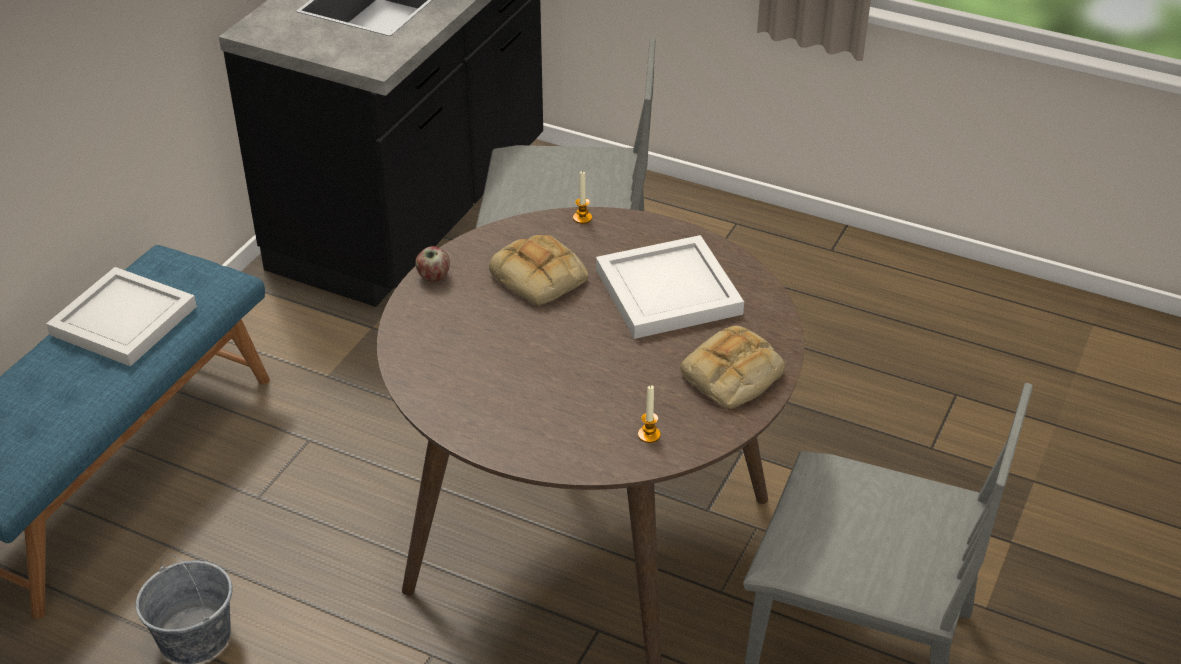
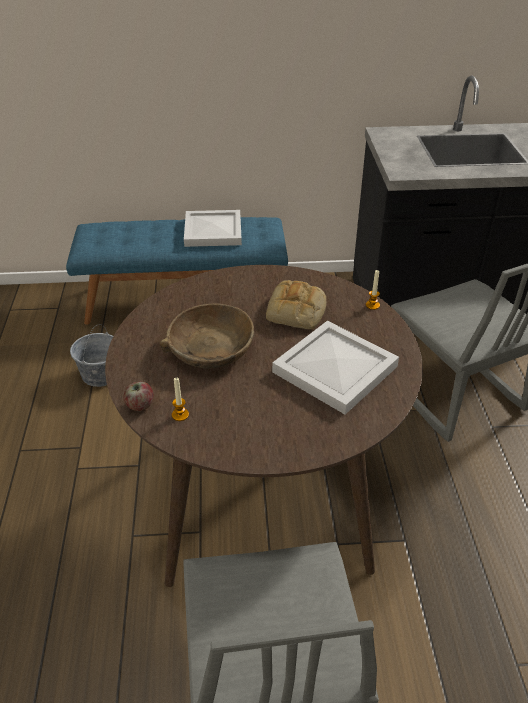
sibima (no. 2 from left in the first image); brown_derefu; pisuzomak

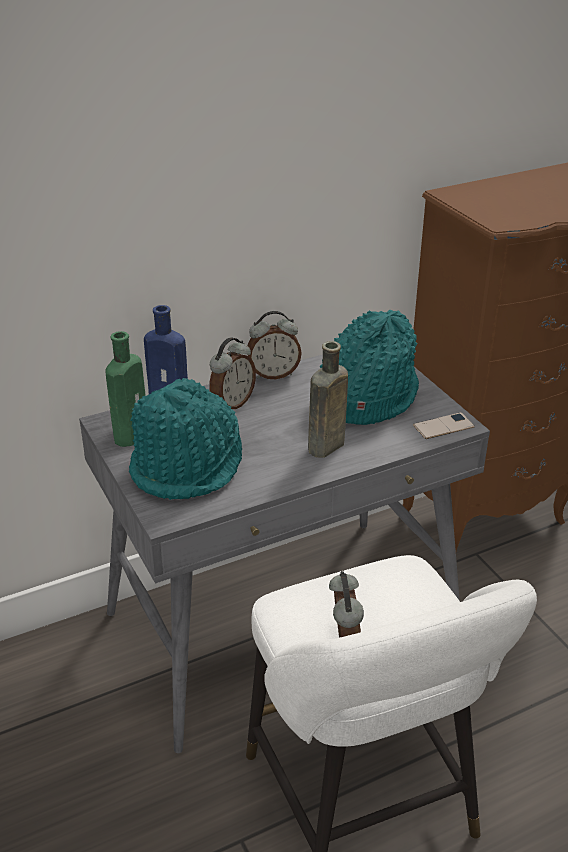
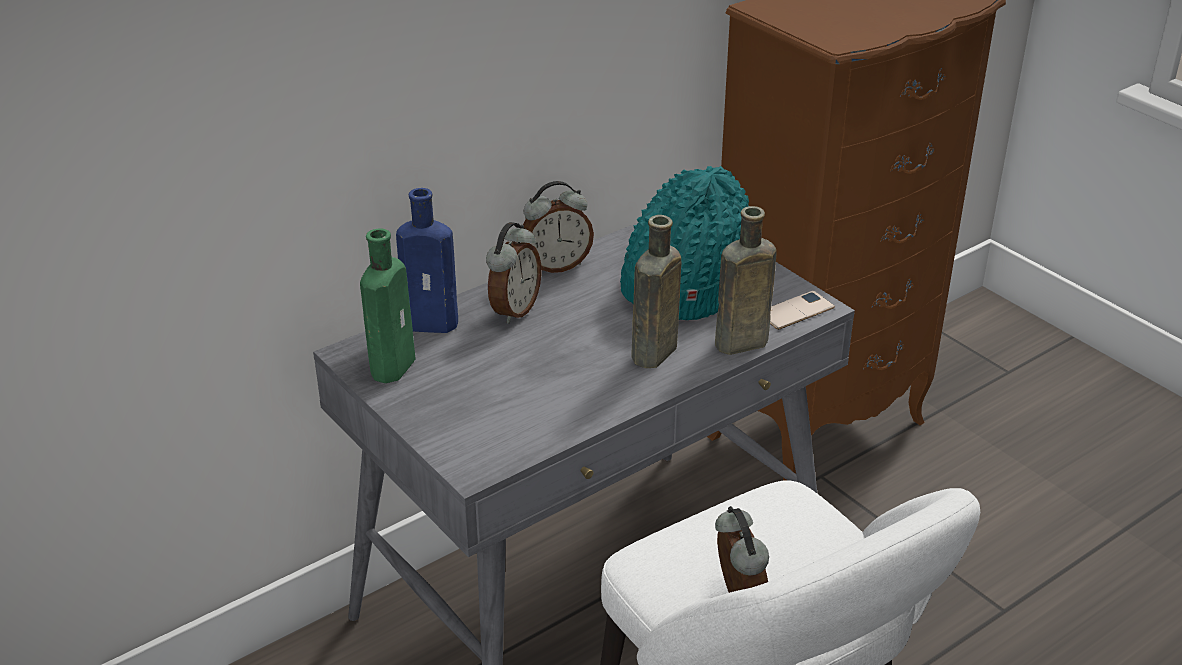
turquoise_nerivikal (no. 1 from left in the first image); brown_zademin (no. 2 from left)

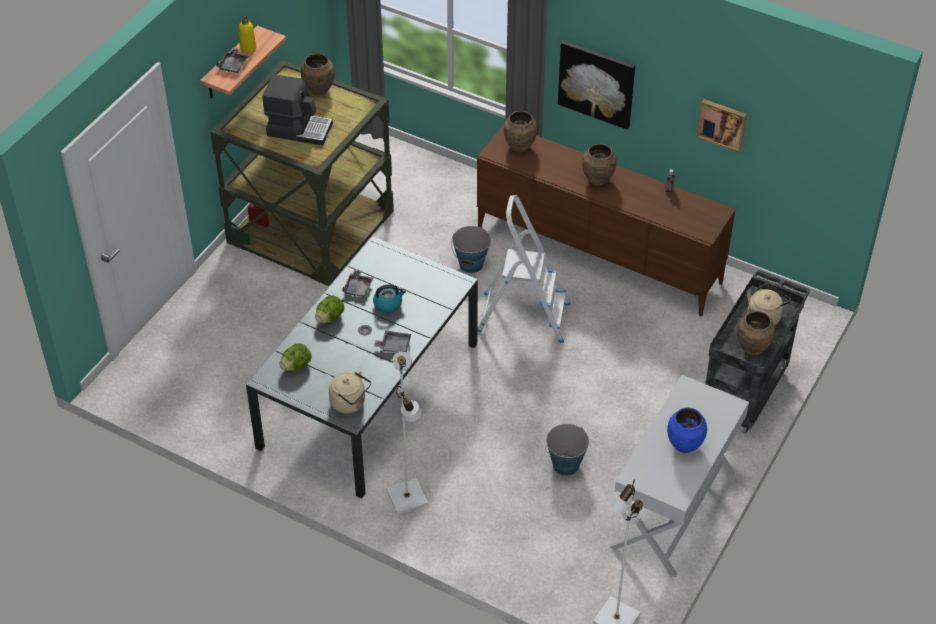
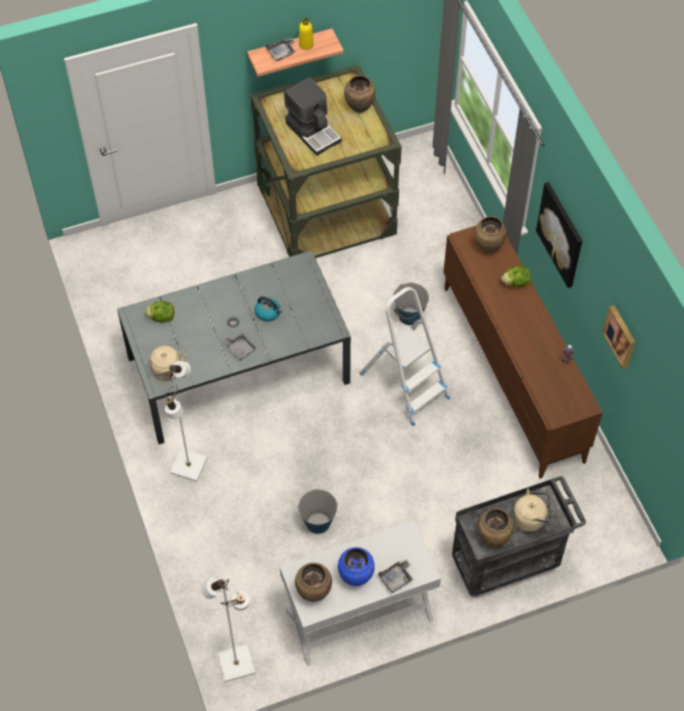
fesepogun (no. 2 from left); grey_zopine (no. 3 from left); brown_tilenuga (no. 1 from left)

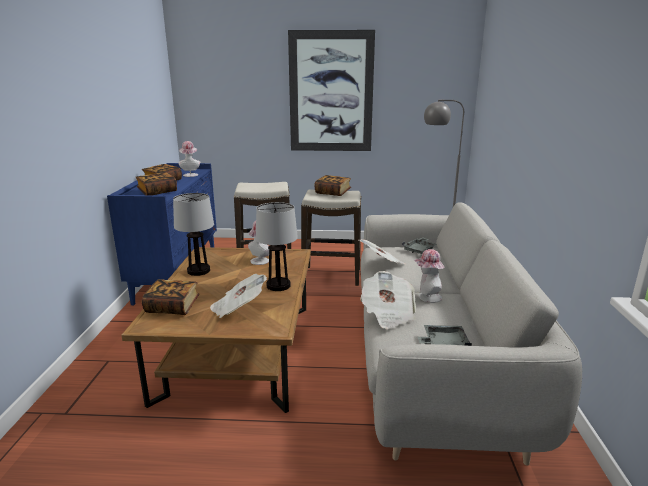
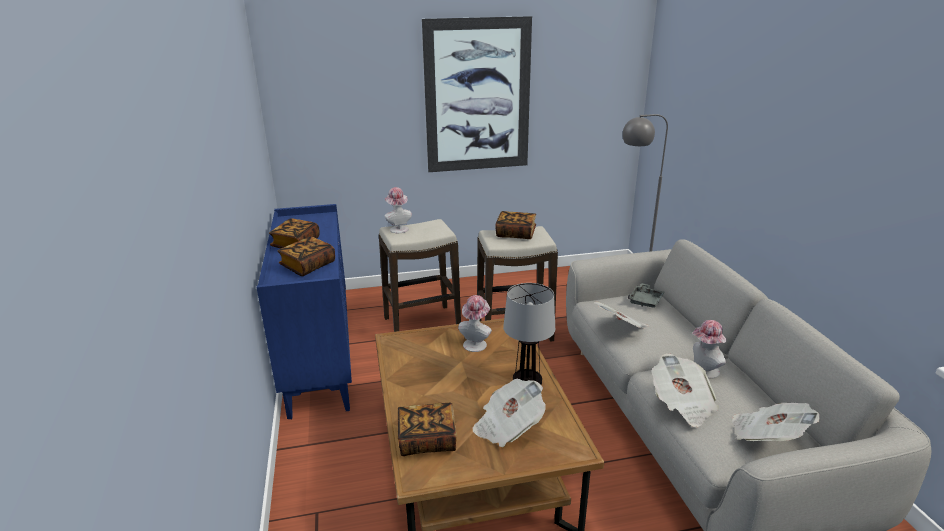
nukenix (no. 1 from left in the first image); nerivikal (no. 1 from left); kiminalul (no. 4 from left)

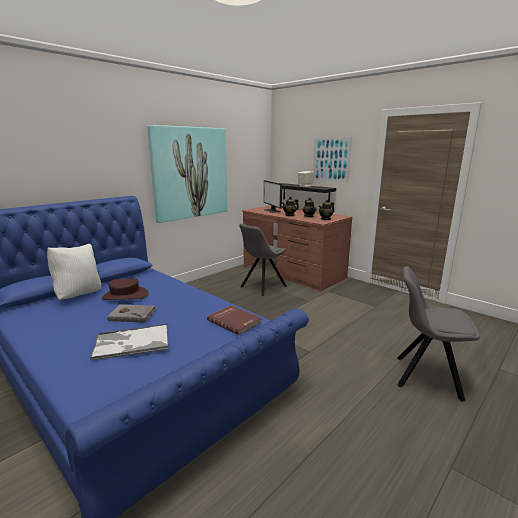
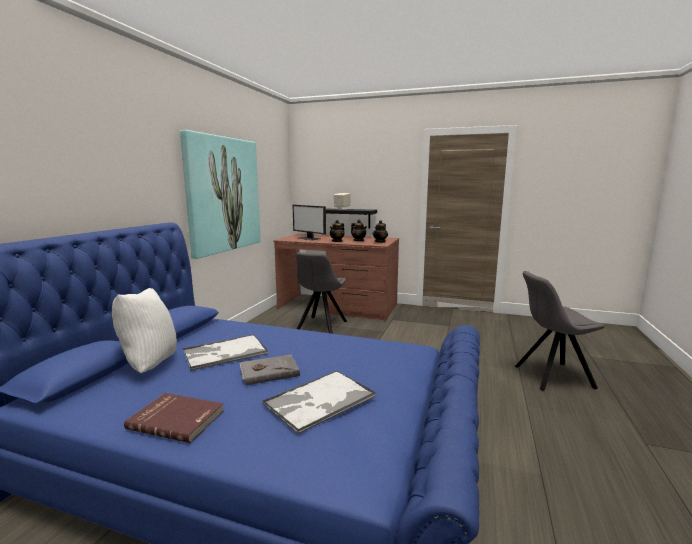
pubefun (no. 2 from left in the first image); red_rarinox; zopine (no. 1 from left)

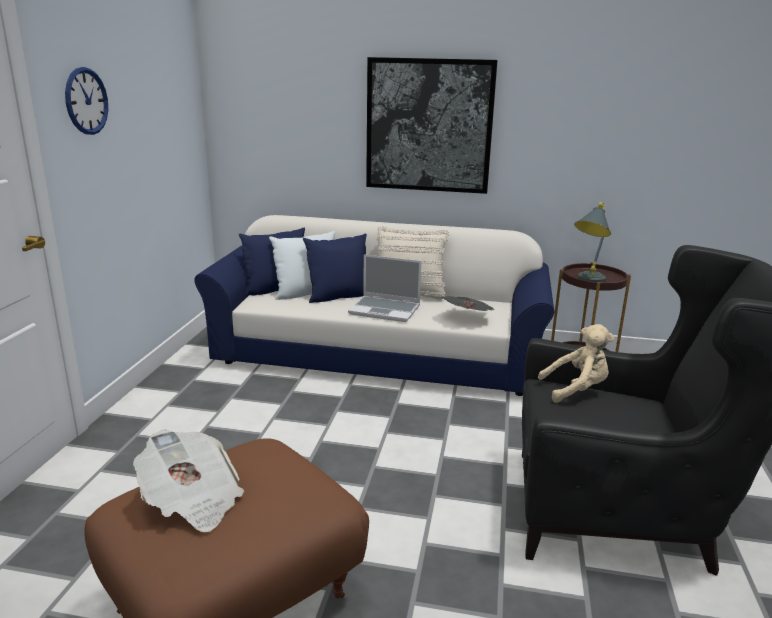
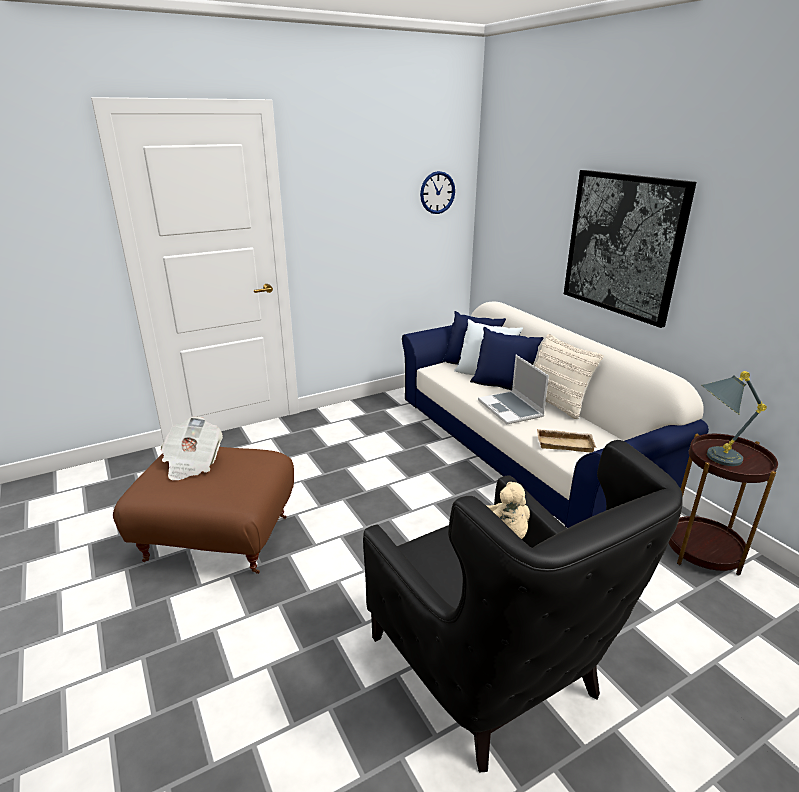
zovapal; beige_zopine

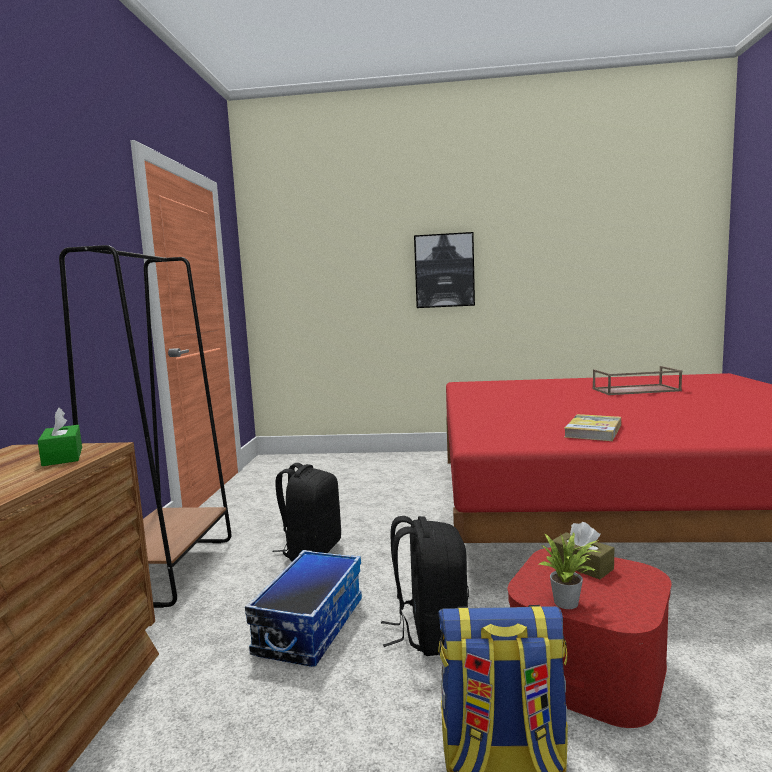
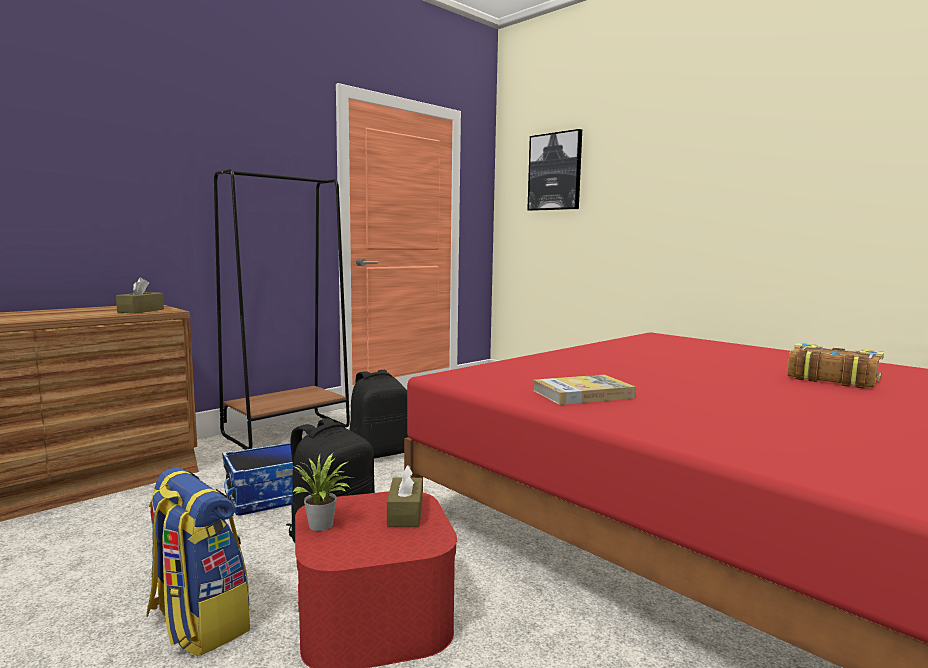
pubefun; rarinox (no. 2 from left); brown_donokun (no. 1 from left)

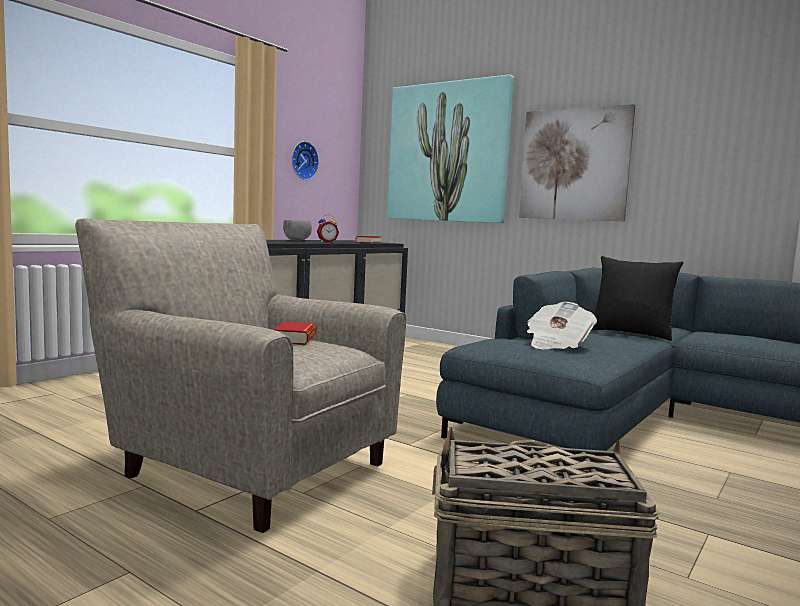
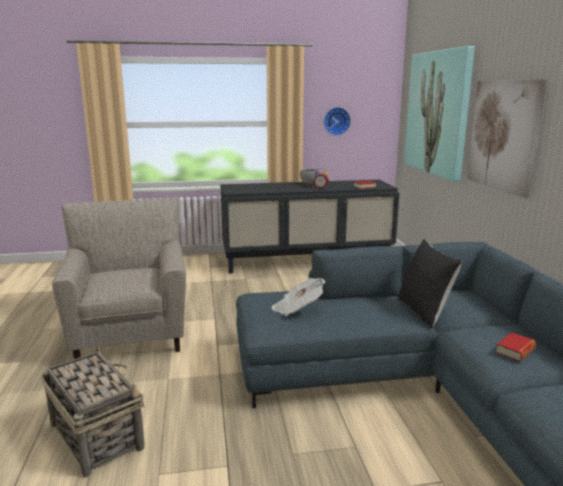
rarinox (no. 2 from left)

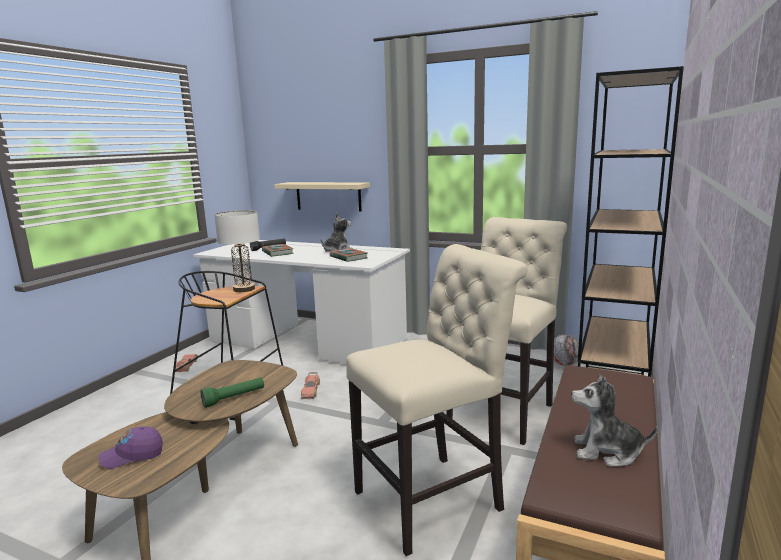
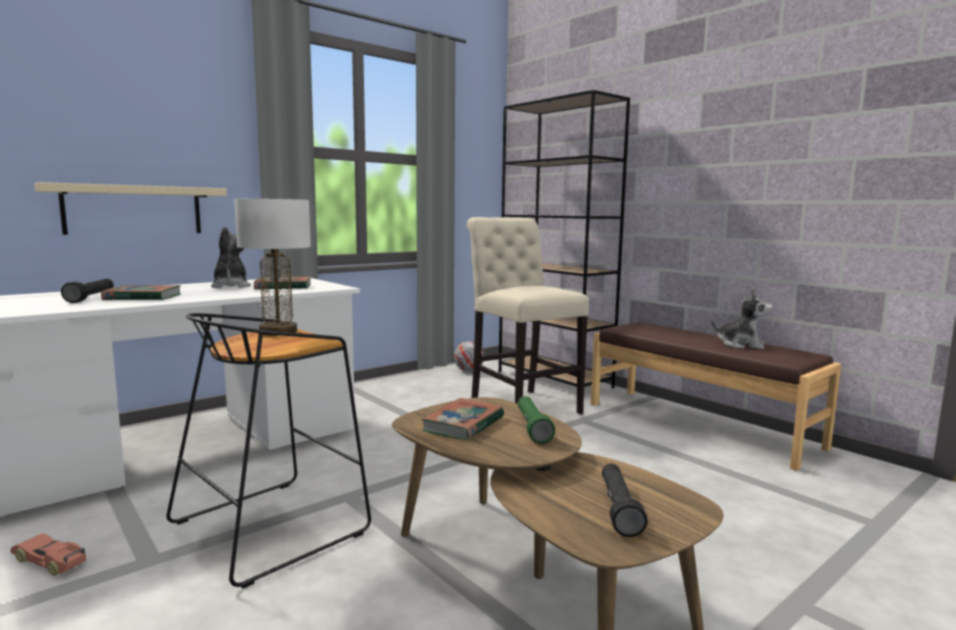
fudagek (no. 2 from left in the first image); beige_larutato (no. 1 from left in the first image); rarinox (no. 3 from left); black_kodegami (no. 2 from left); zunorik (no. 2 from left)

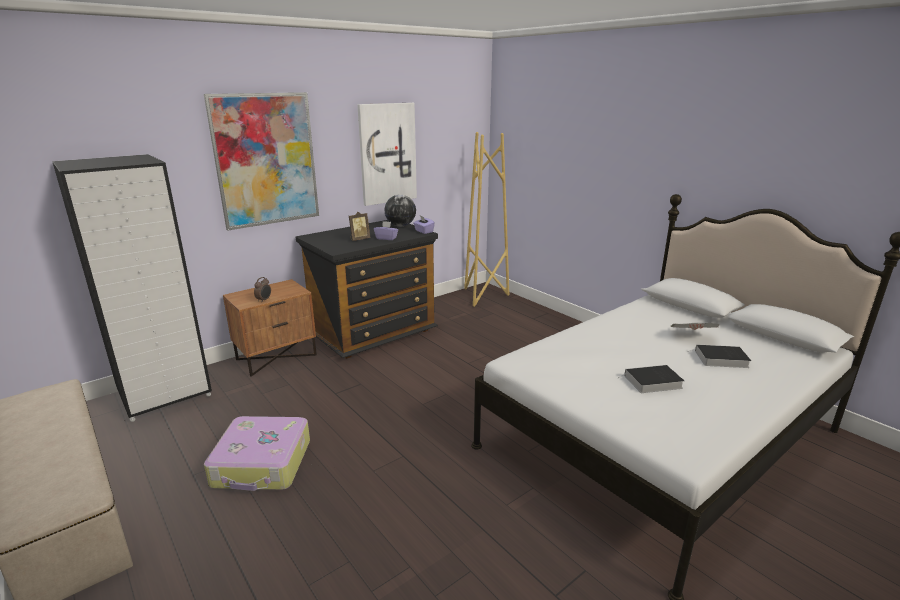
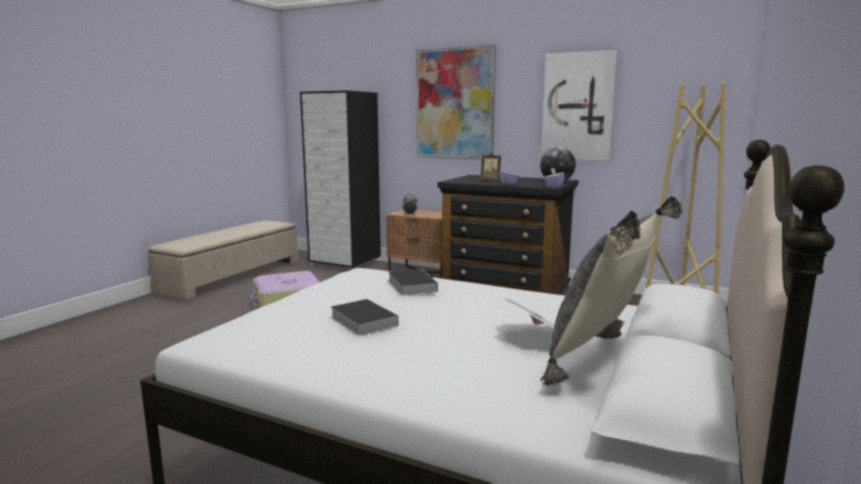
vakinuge; rarinox (no. 2 from left)

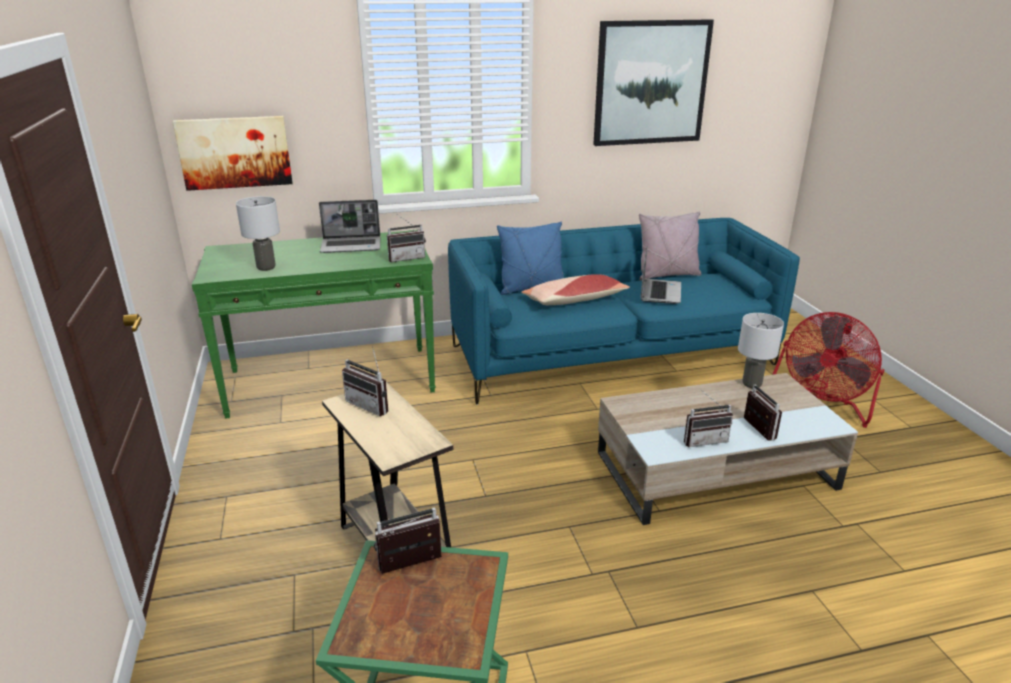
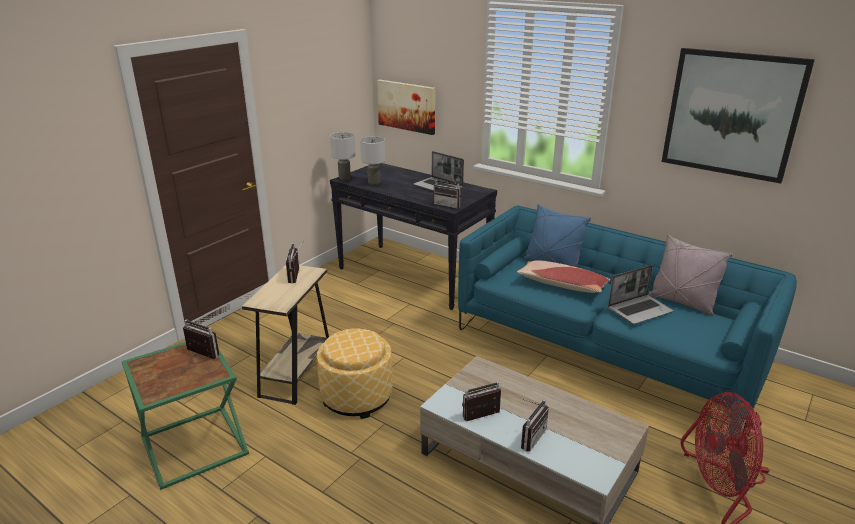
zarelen; white_nukenix (no. 1 from left); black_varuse; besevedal (no. 4 from left)

